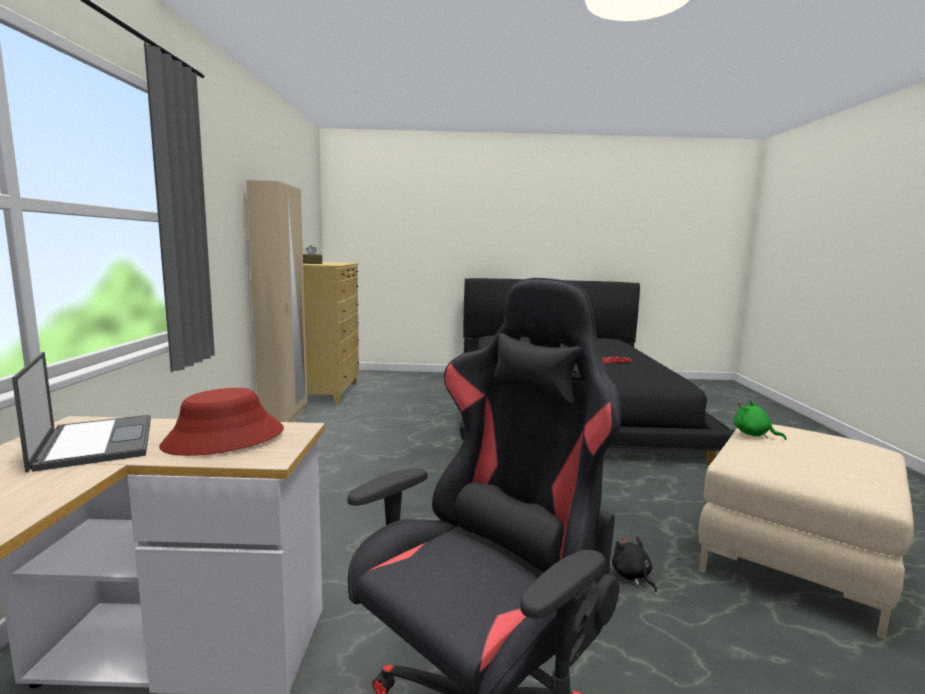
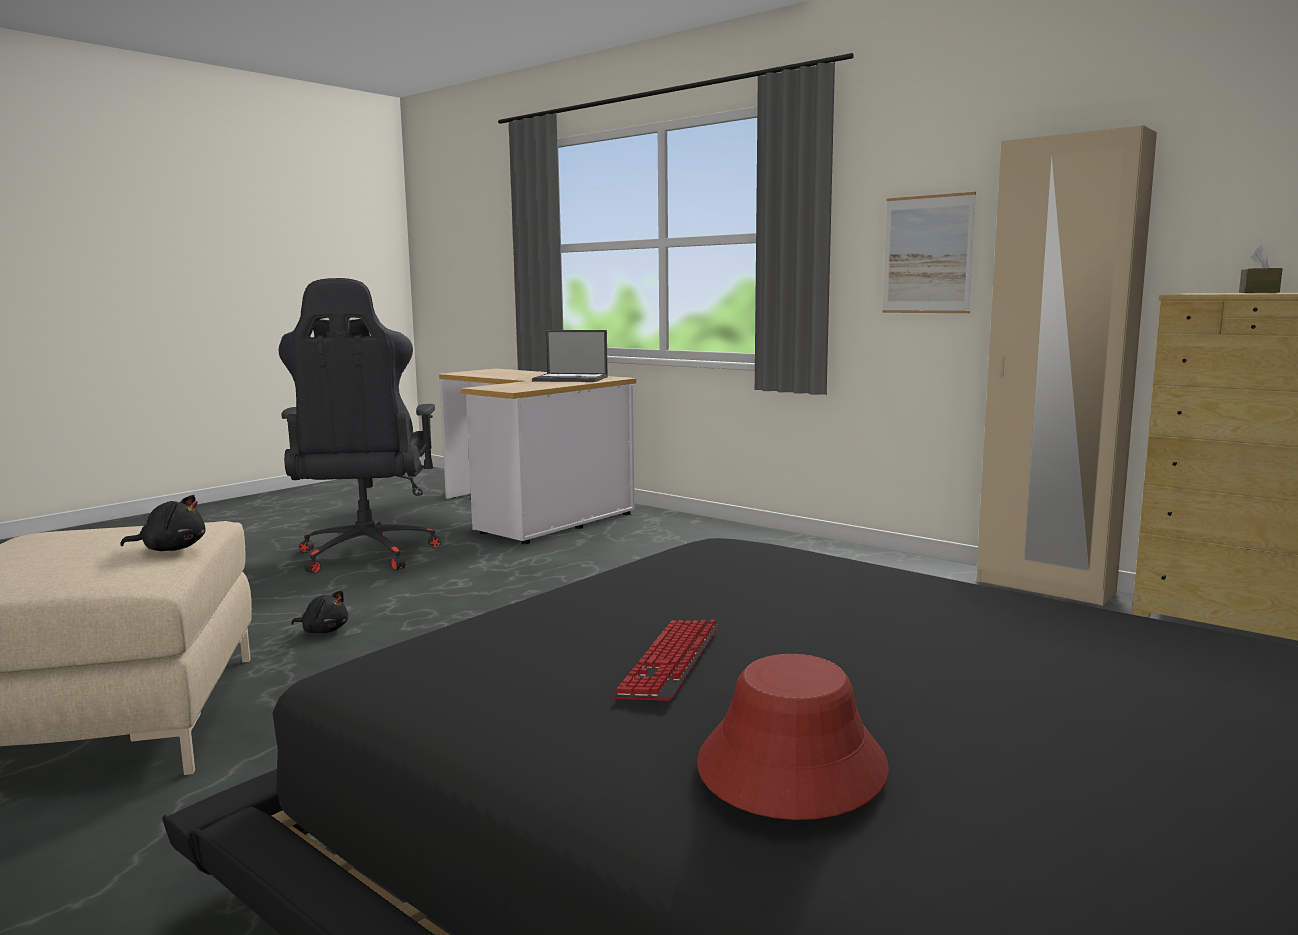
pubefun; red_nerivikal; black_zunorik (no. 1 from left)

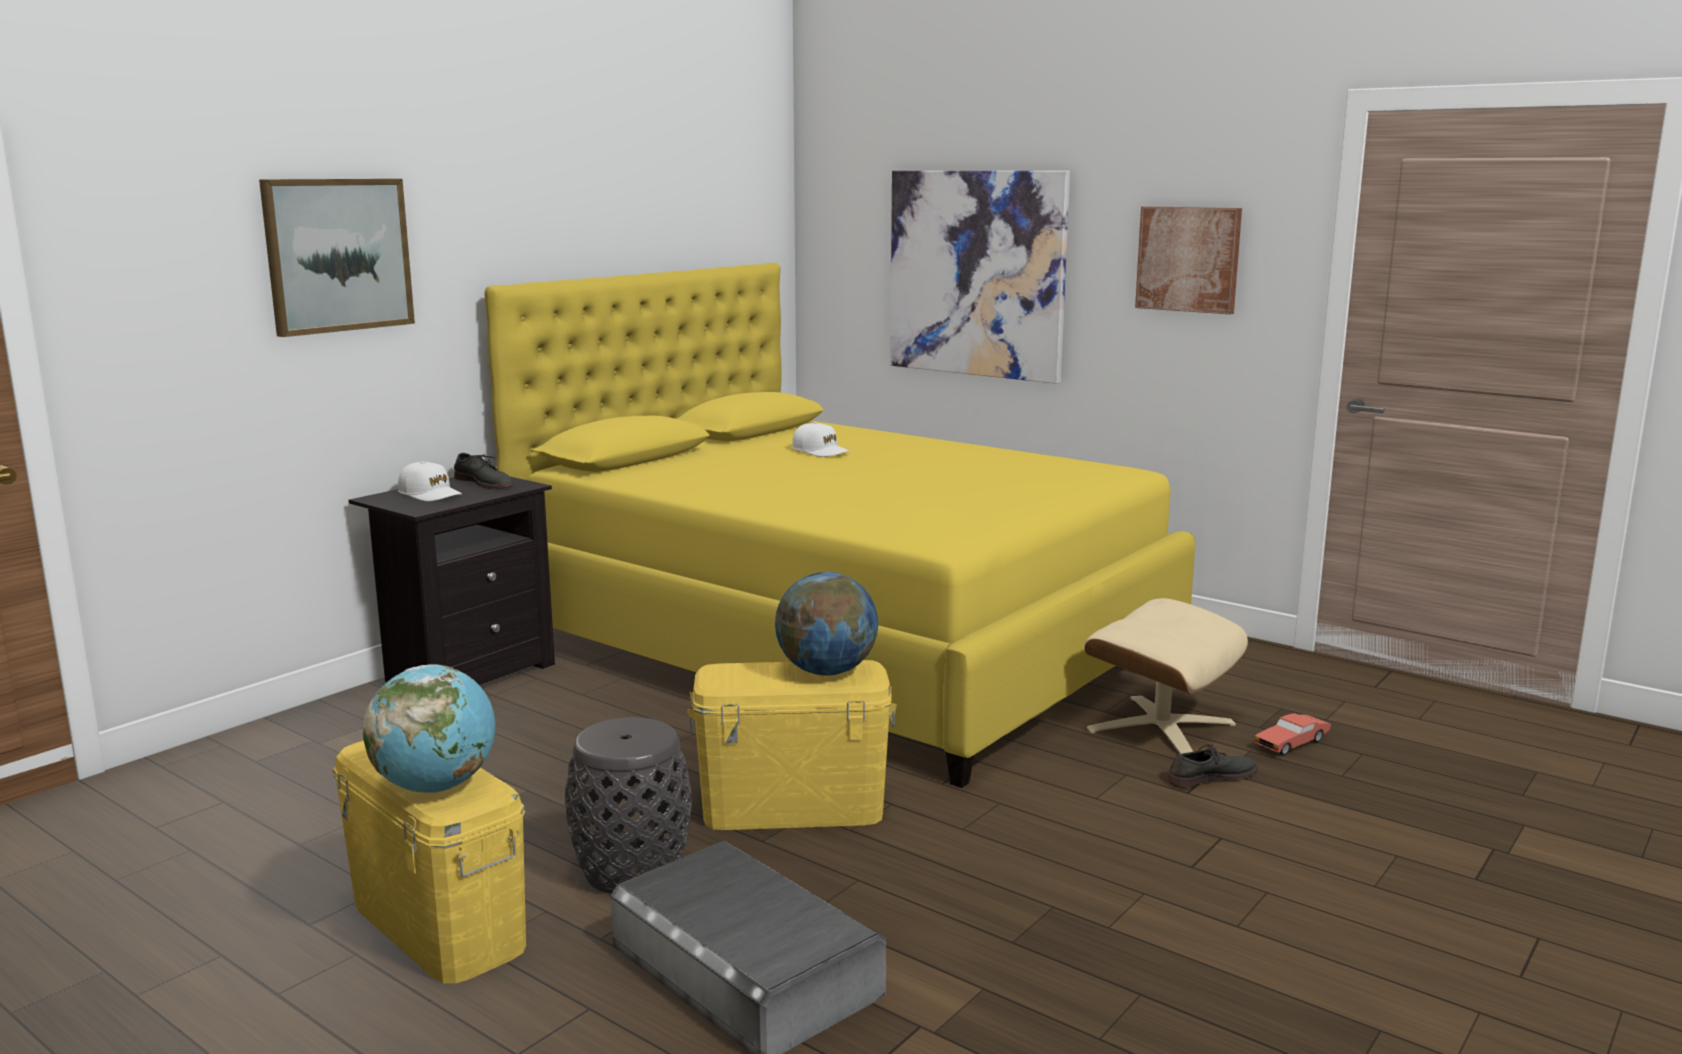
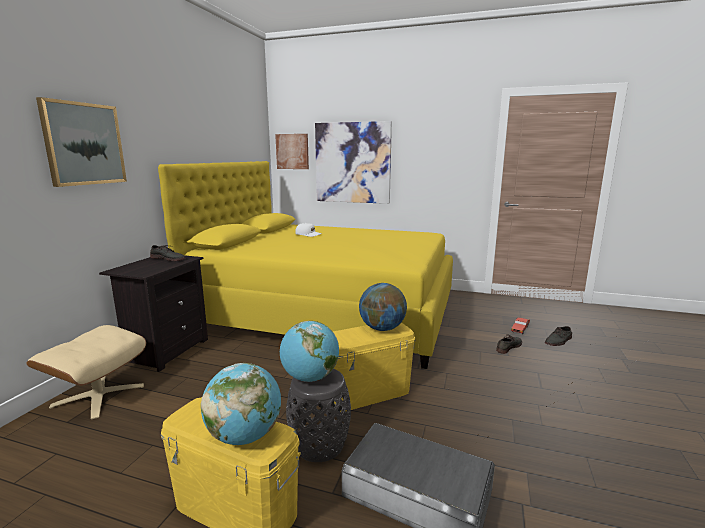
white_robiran (no. 1 from left in the first image); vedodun (no. 2 from left); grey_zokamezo (no. 3 from left); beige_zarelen; pubefun (no. 2 from left)

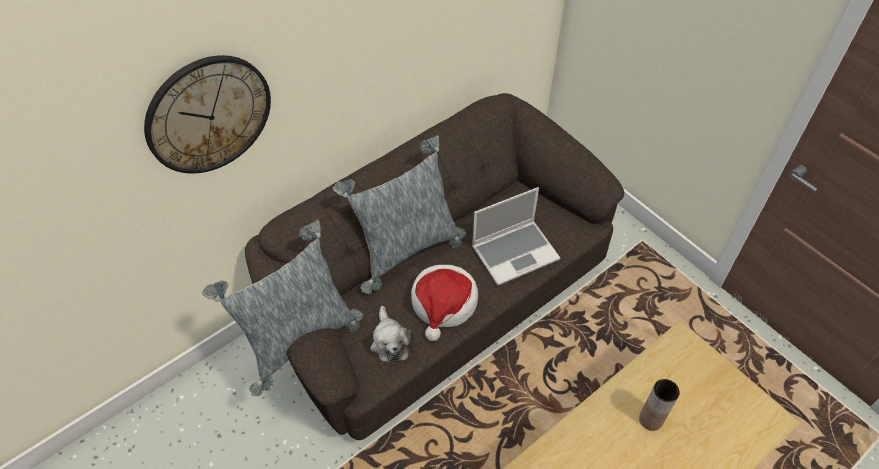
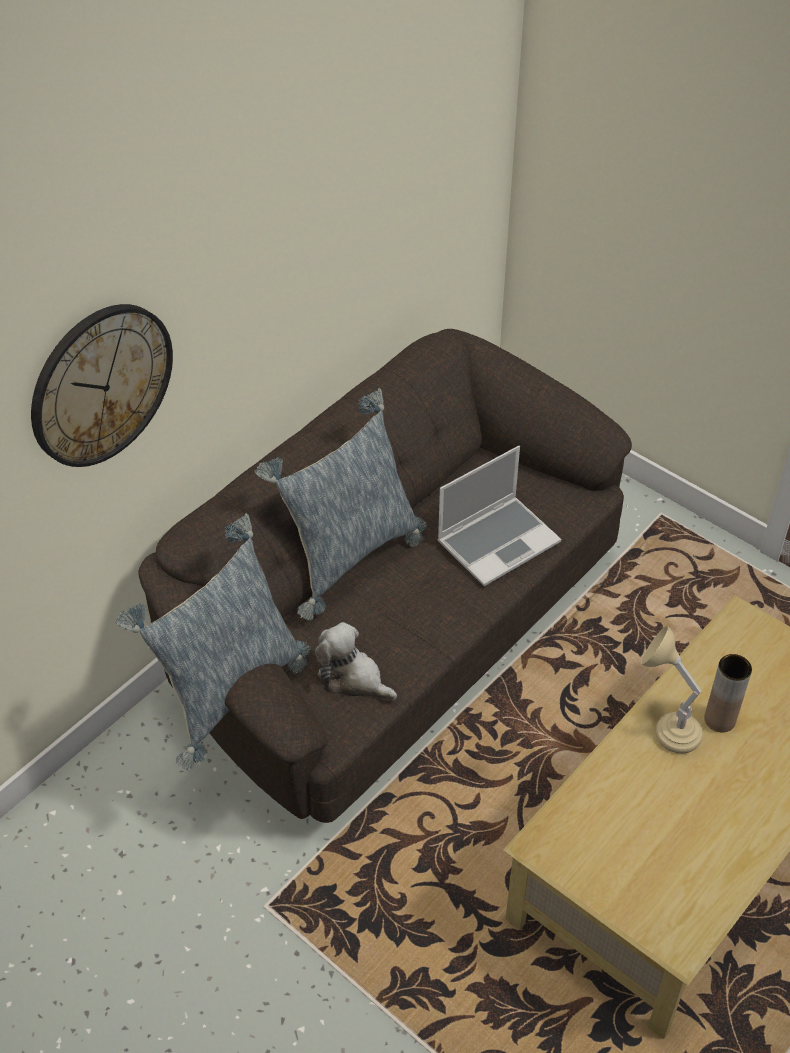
nerivikal; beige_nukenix; zunorik

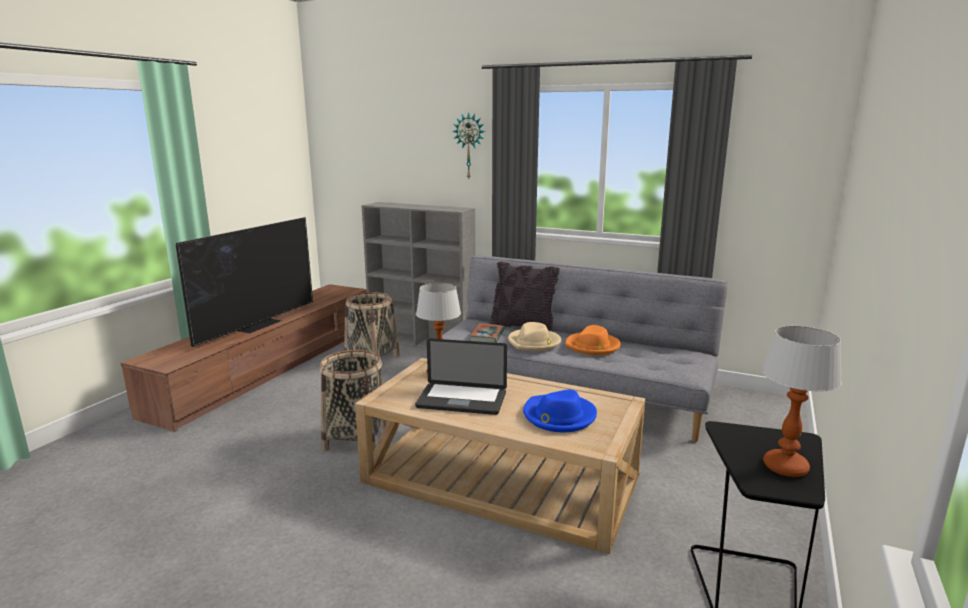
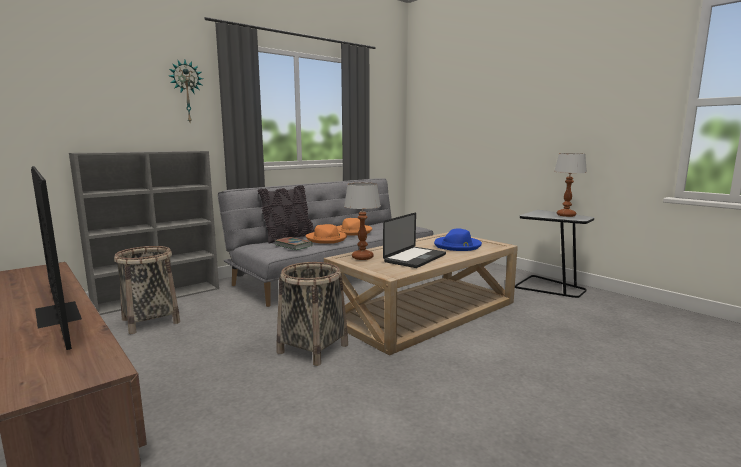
orange_nerivikal (no. 1 from left)

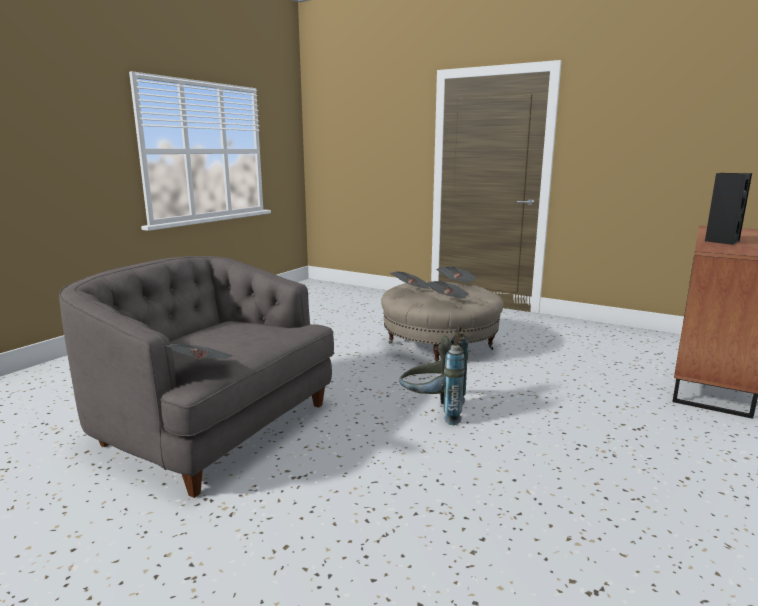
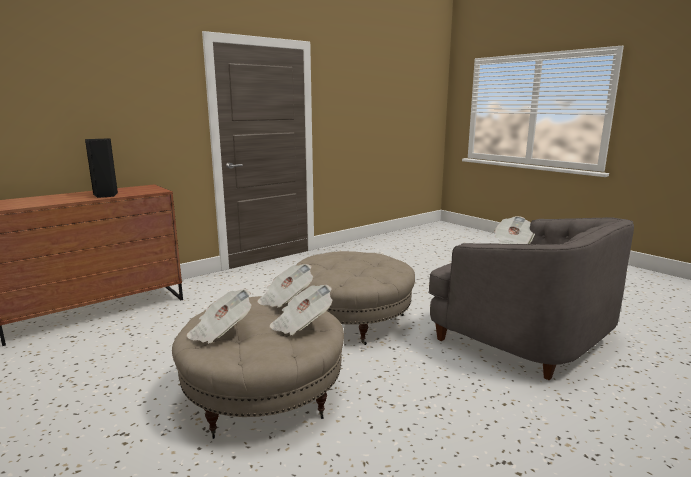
beige_zarelen (no. 2 from left)

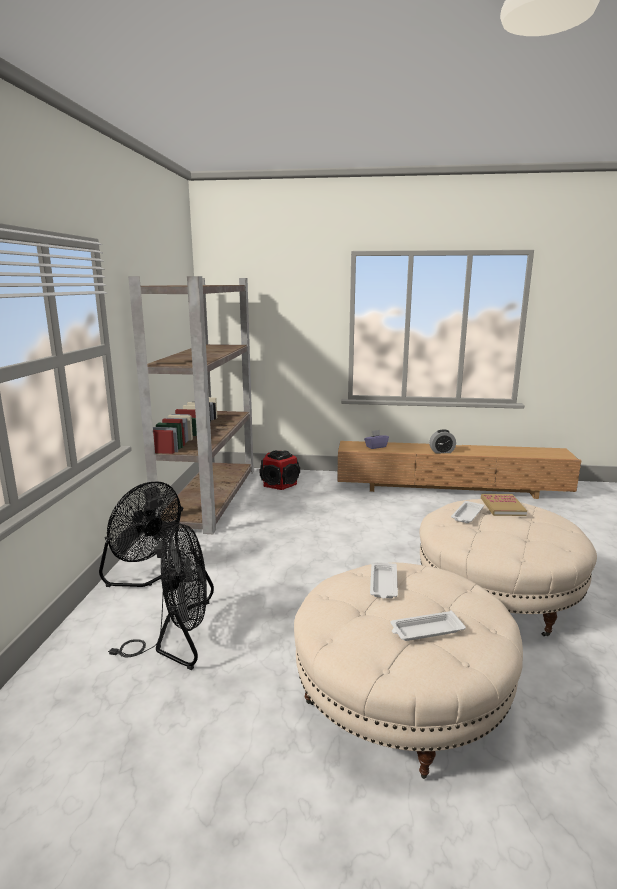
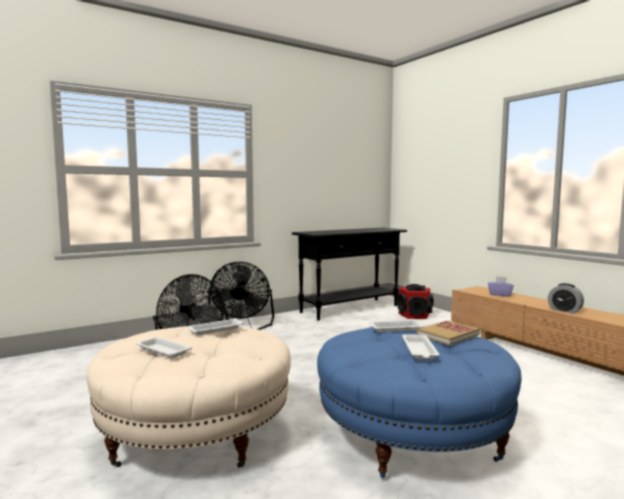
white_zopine (no. 4 from left); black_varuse; blue_zarelen

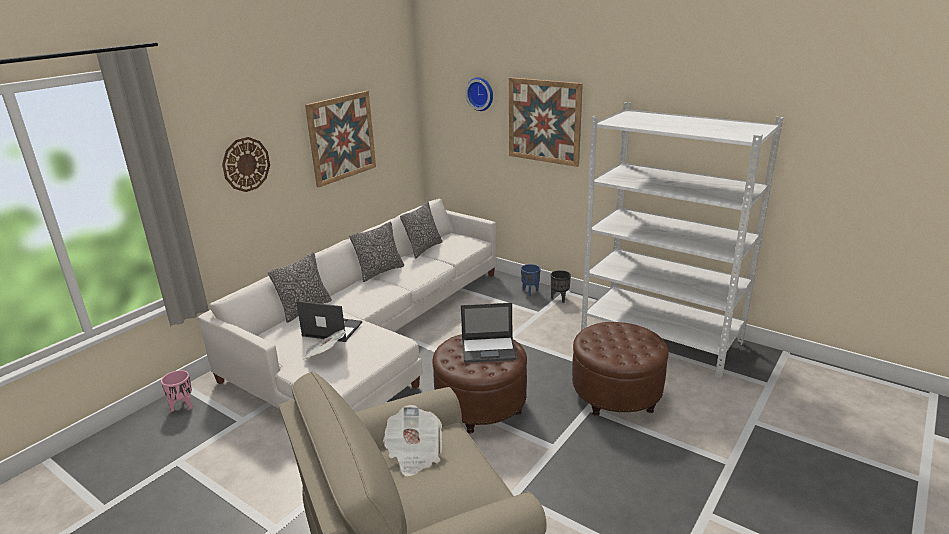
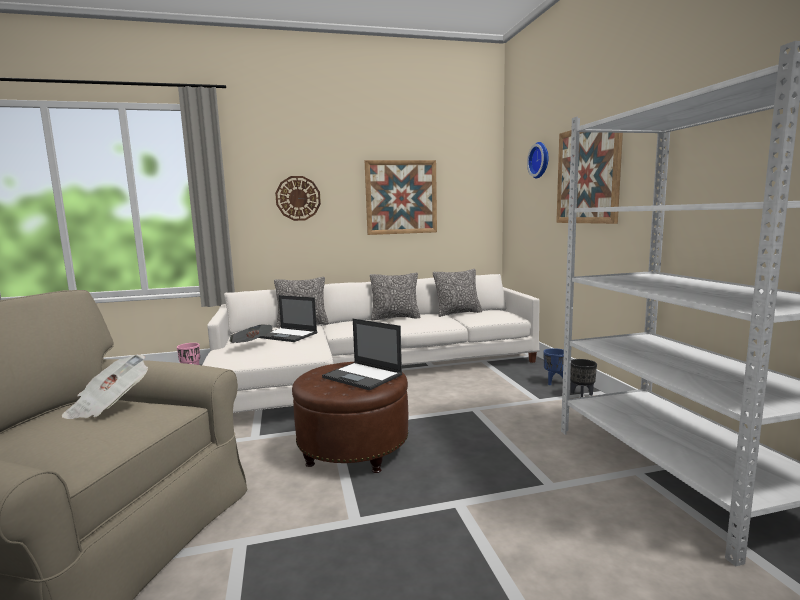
brown_zarelen (no. 2 from left in the first image); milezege (no. 1 from left)

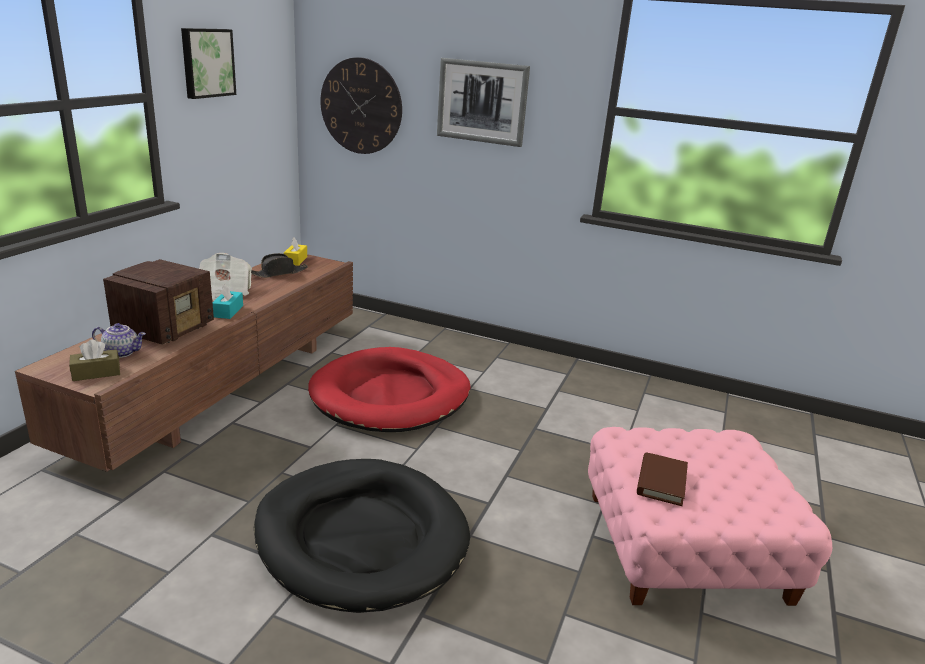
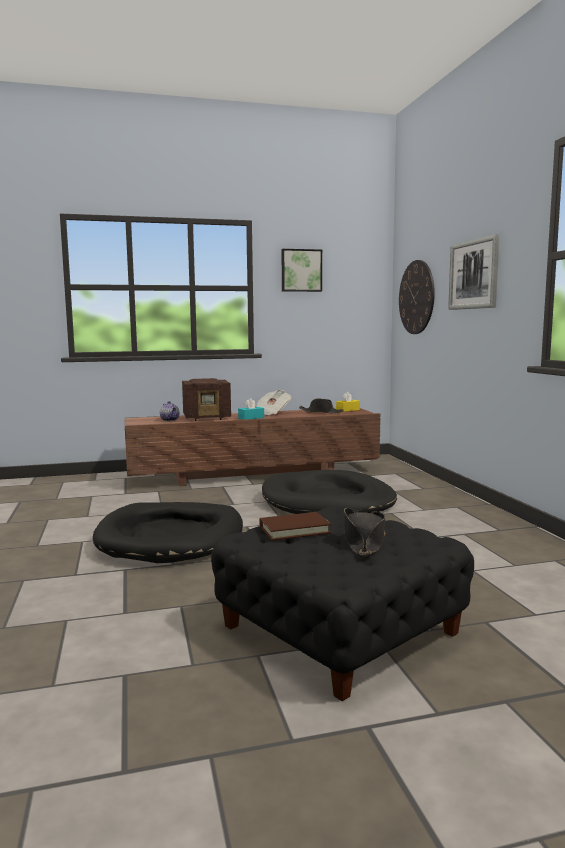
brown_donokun; black_nerivikal (no. 2 from left); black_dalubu (no. 2 from left); black_zarelen

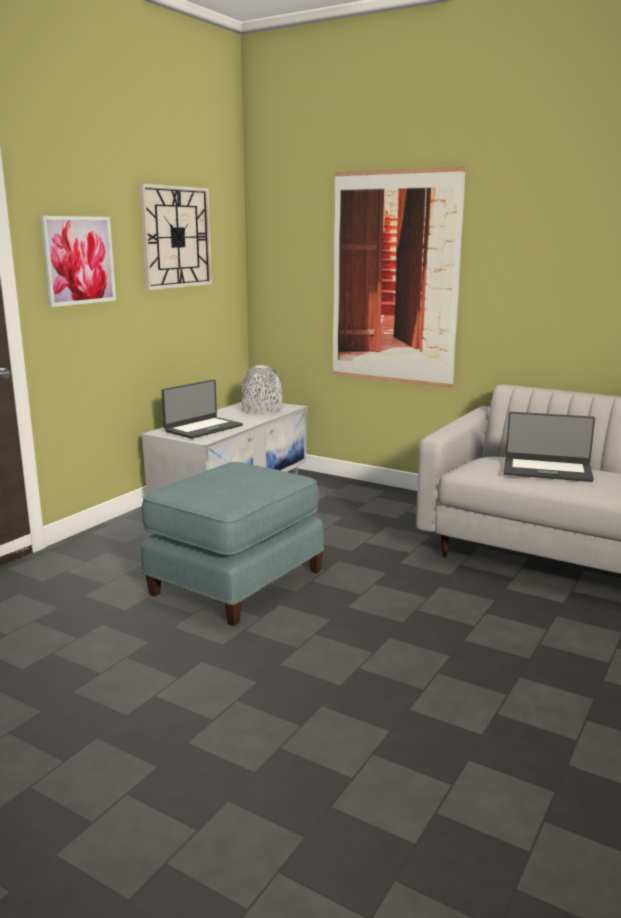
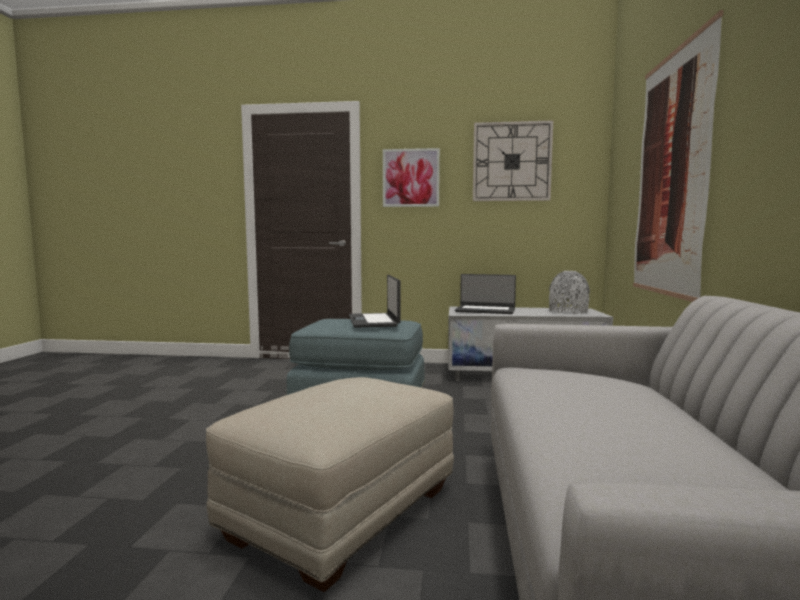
beige_zarelen; milezege (no. 1 from left)

